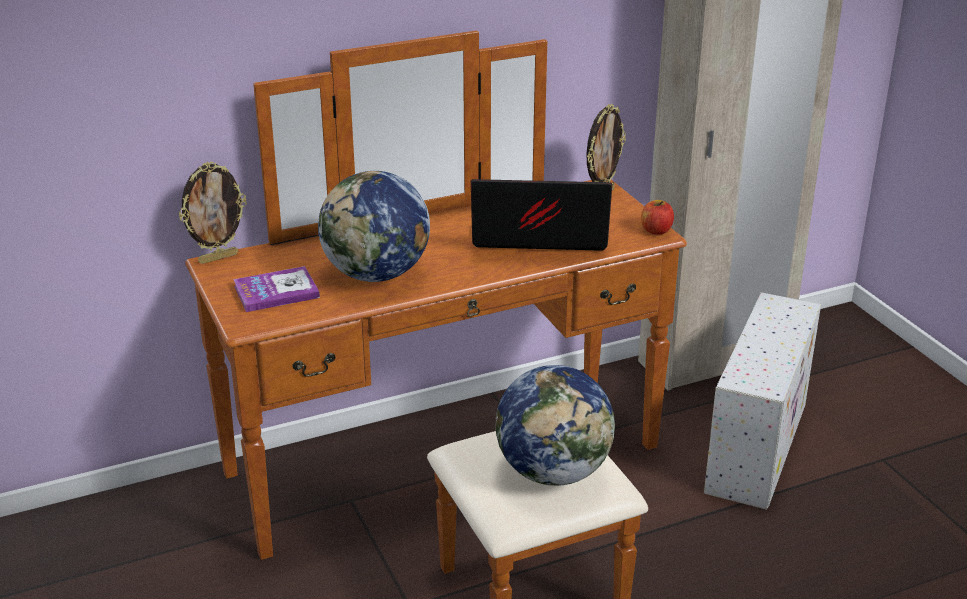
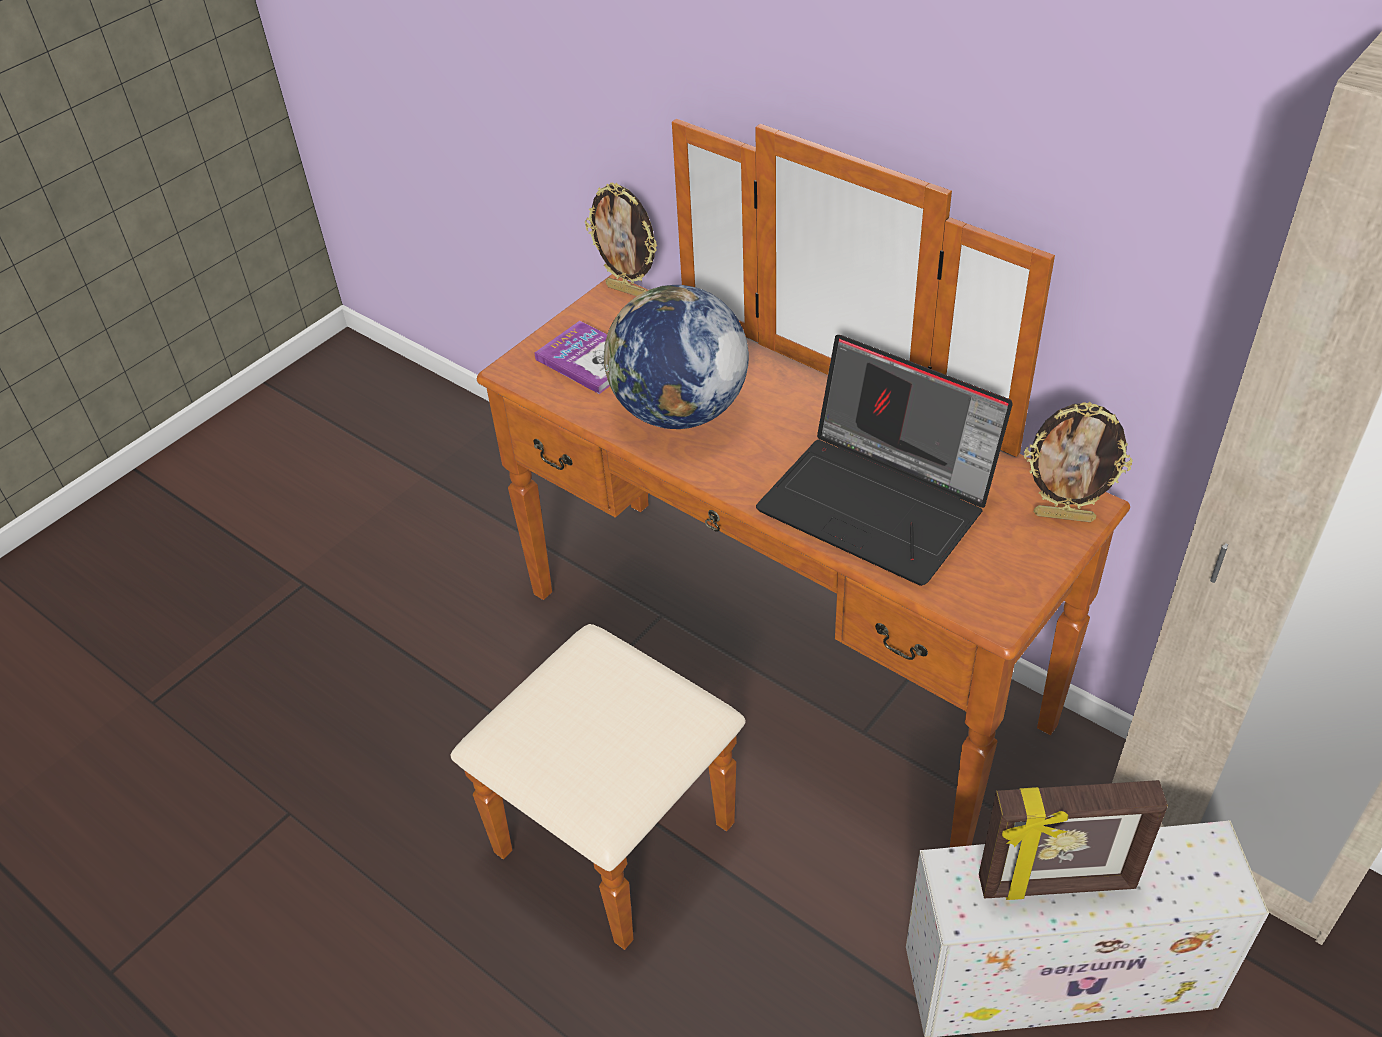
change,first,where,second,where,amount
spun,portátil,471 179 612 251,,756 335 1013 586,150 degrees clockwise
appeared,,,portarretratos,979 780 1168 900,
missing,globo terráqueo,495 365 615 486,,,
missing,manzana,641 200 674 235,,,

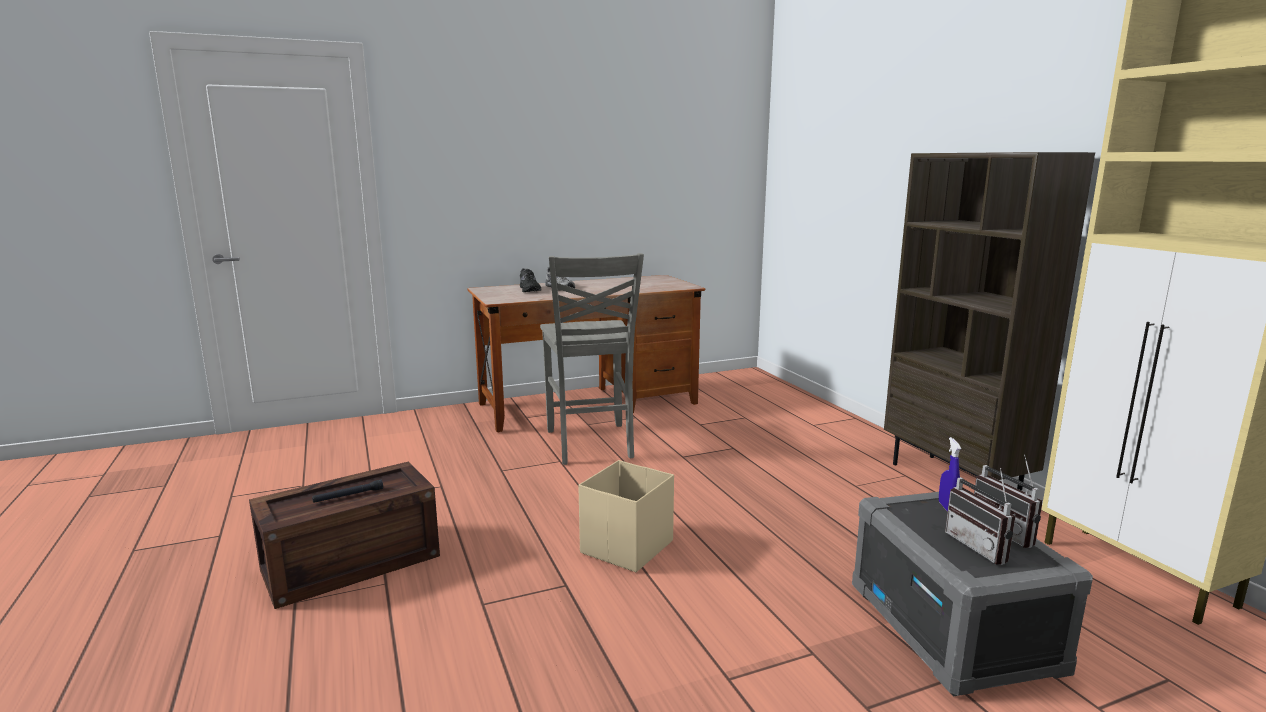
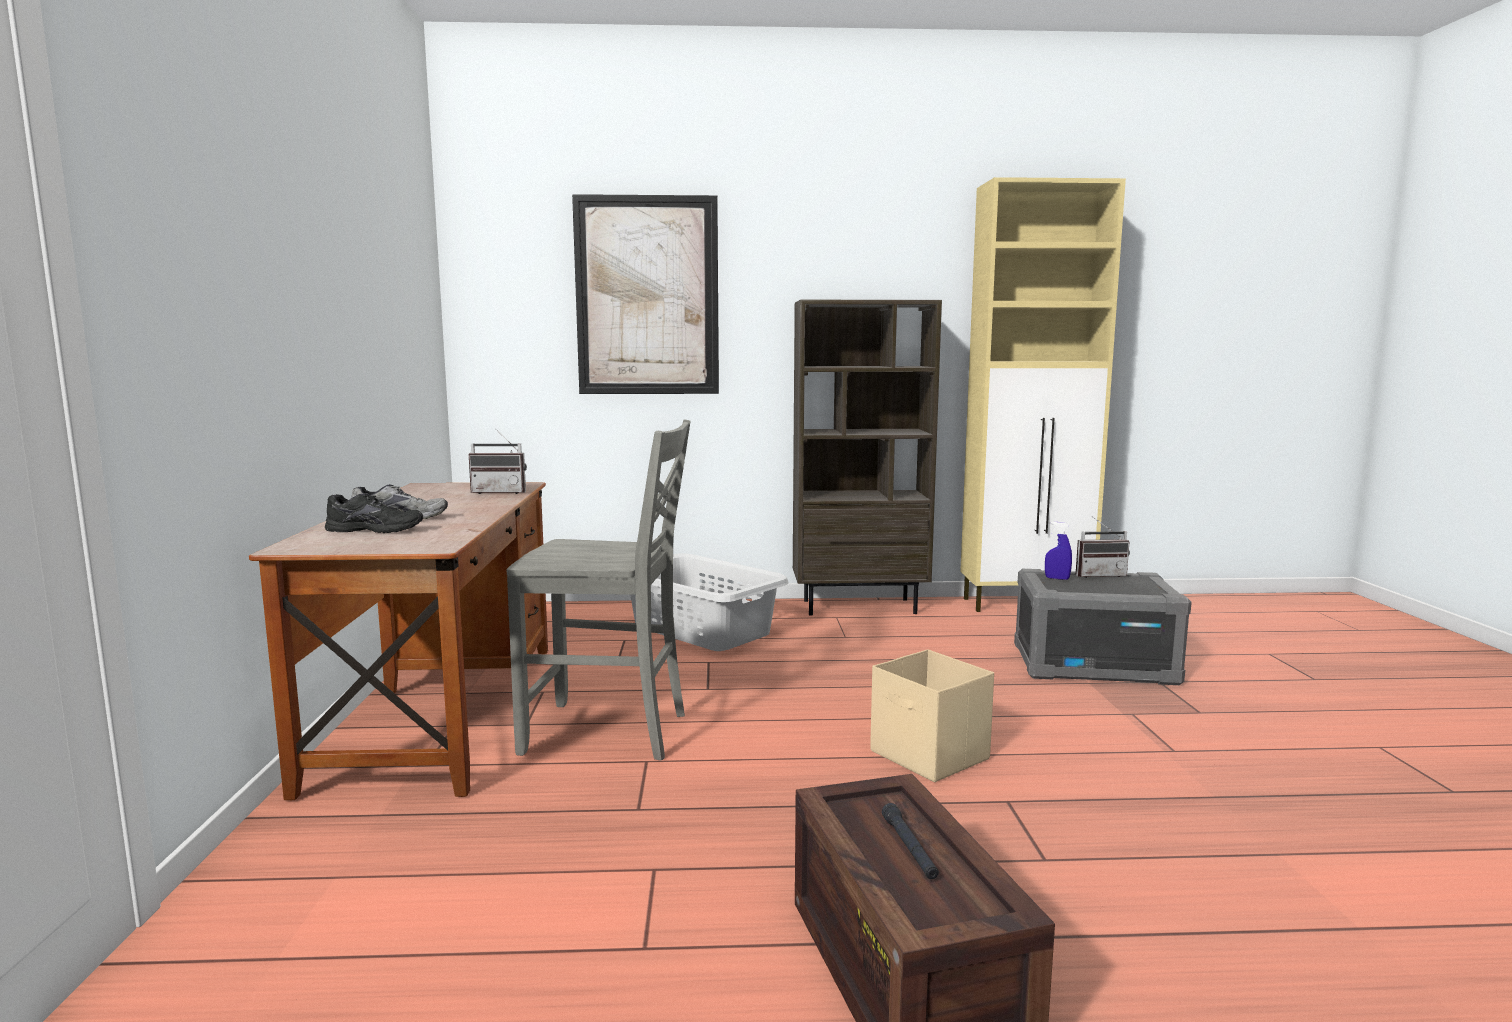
change,first,where,second,where,amount
relocated,radio,945 468 1015 565,,469 428 527 494,
appeared,,,cuadro,572 194 719 394,
appeared,,,cesto de la ropa/gris,630 553 789 651,

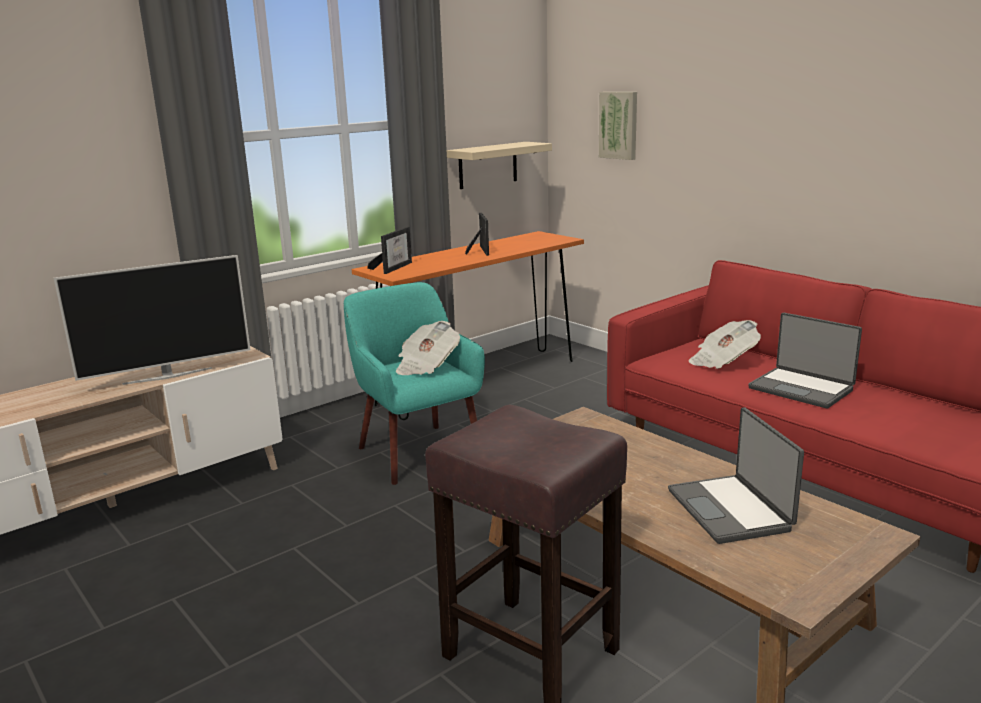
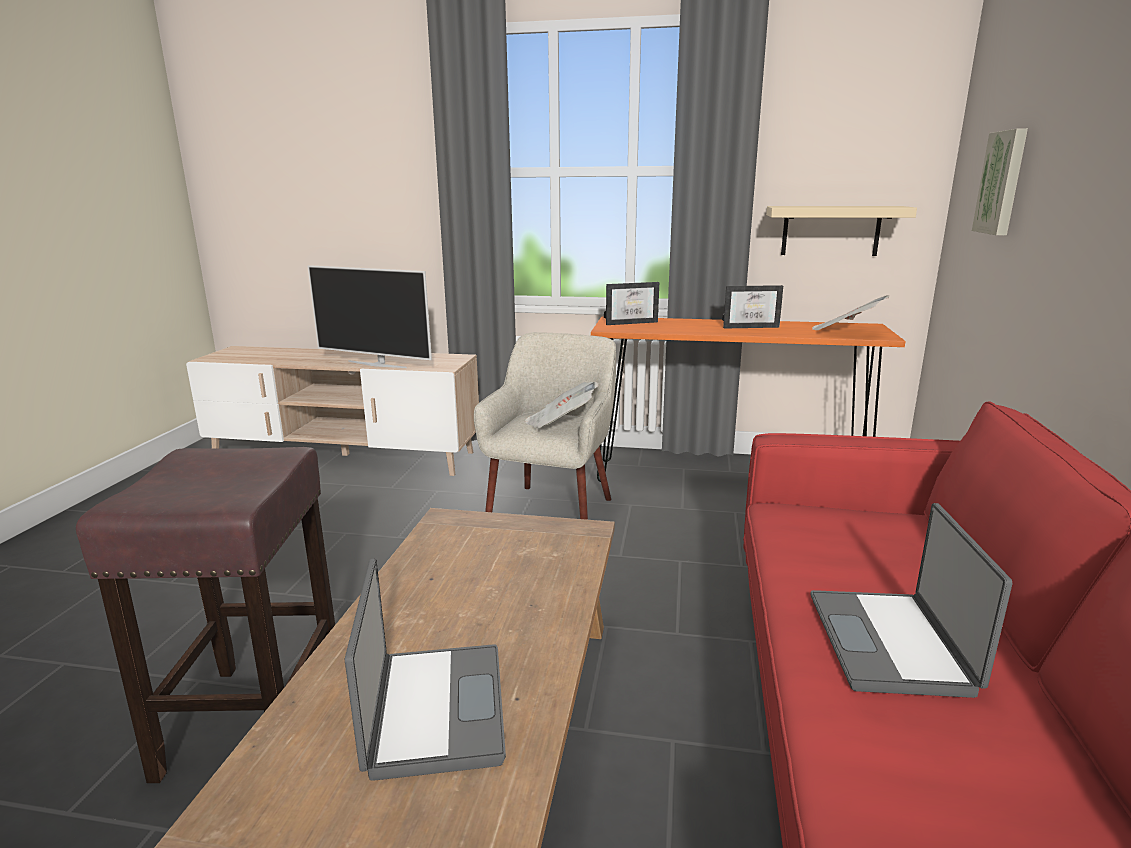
change,first,where,second,where,amount
spun,portátil,668 407 804 544,,345 559 506 781,135 degrees clockwise
colour,sillón/turquesa,344 282 485 485,sillón/beis,474 332 616 520,
spun,portarretratos,465 213 489 256,,722 285 783 329,45 degrees clockwise
relocated,periódico,688 320 761 369,,812 295 890 331,

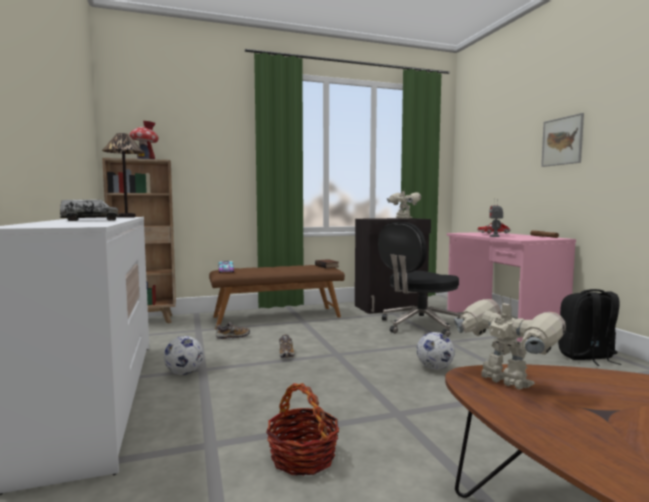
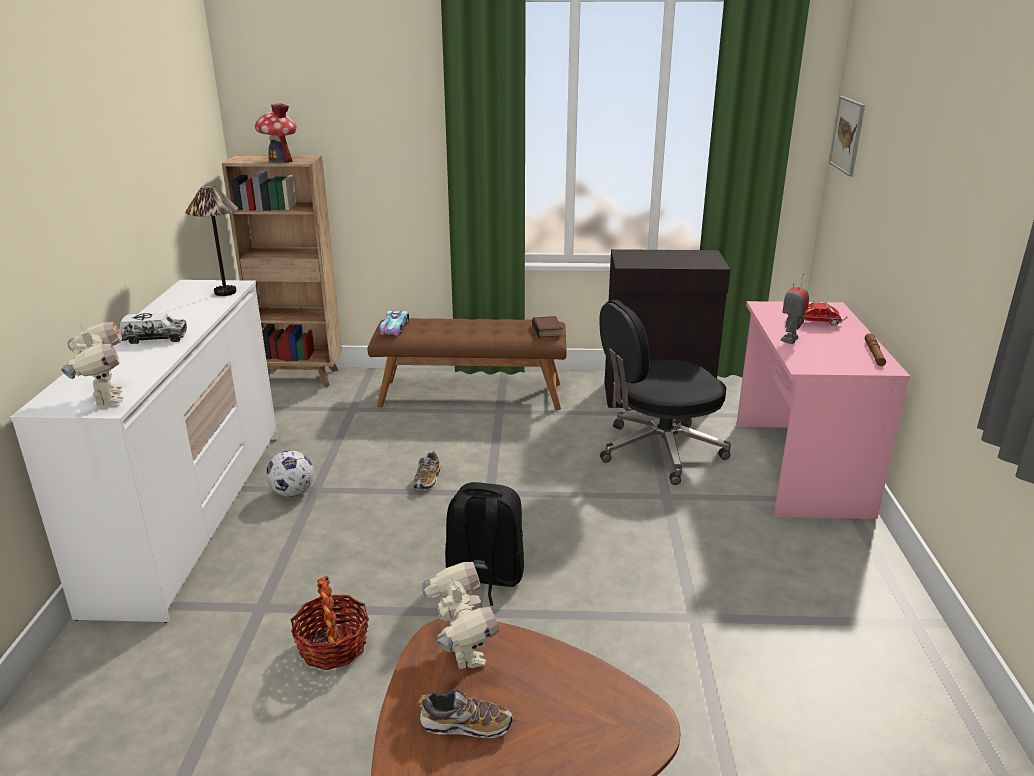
change,first,where,second,where,amount
relocated,robot de juguete,387 190 421 219,,61 322 123 406,
relocated,zapato,215 322 250 339,,418 689 513 738,
relocated,mochila/negro,558 289 622 366,,445 482 524 606,
relocated,cuadro,541 113 584 167,,829 96 865 177,
missing,balón de fútbol,416 332 455 370,,,

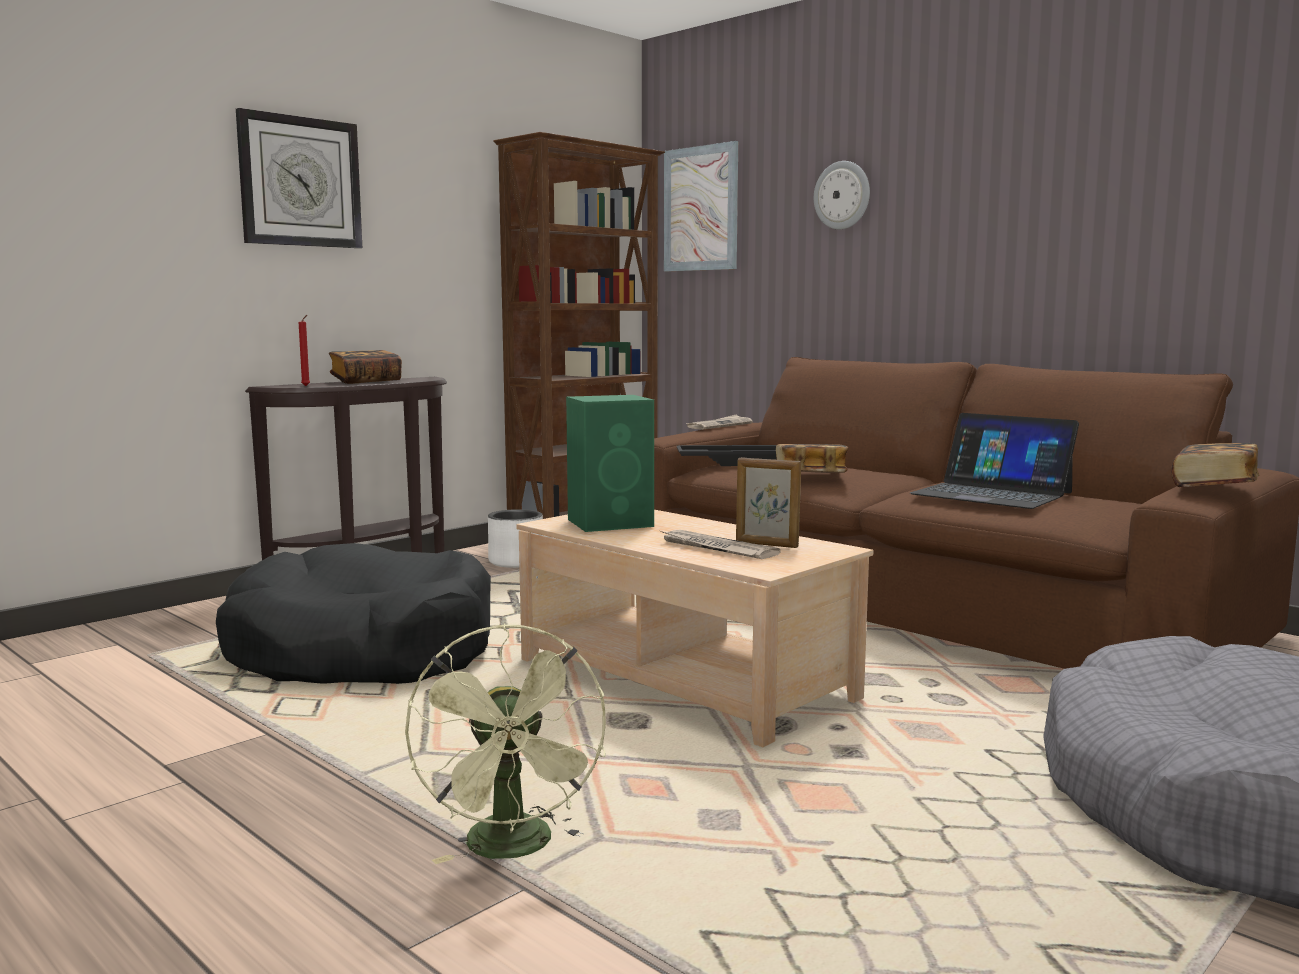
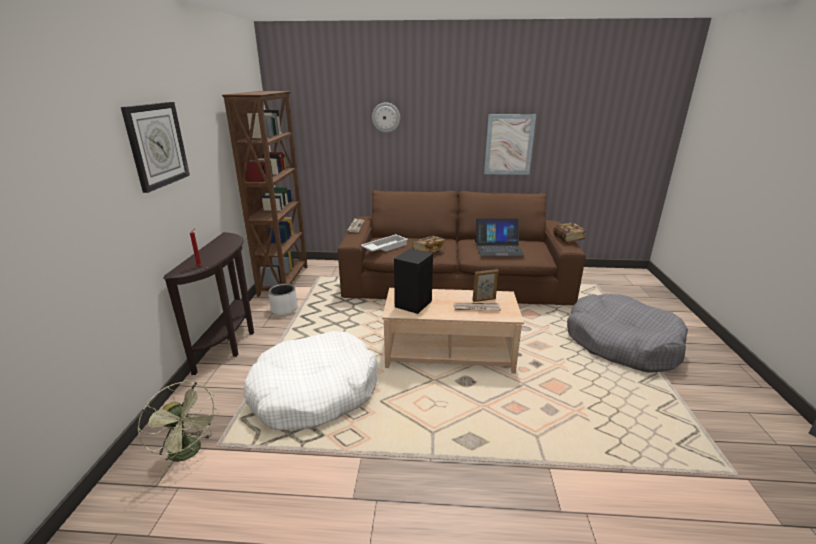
change,first,where,second,where,amount
relocated,ventilador/verde,405 624 606 864,,138 381 219 473,
colour,cama para perro/negro,216 543 491 684,cama para perro/blanco,244 331 378 430,
colour,bandeja/negro,677 445 776 466,bandeja/blanco,361 234 408 252,
colour,altavoz/verde,566 395 654 532,altavoz/negro,394 249 433 314,
relocated,cuadro,664 141 738 271,,484 114 536 175,
missing,libro,329 350 402 384,,,

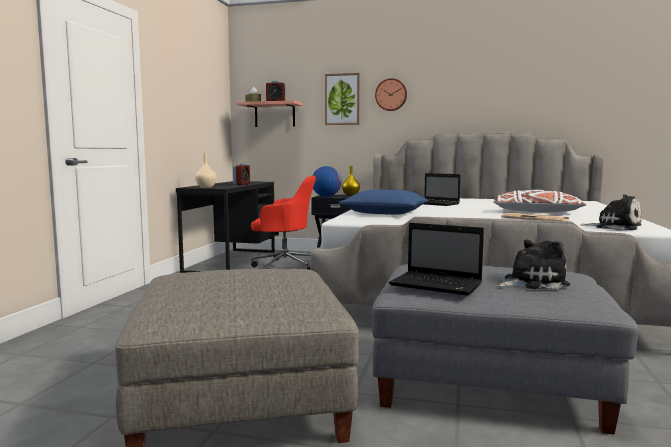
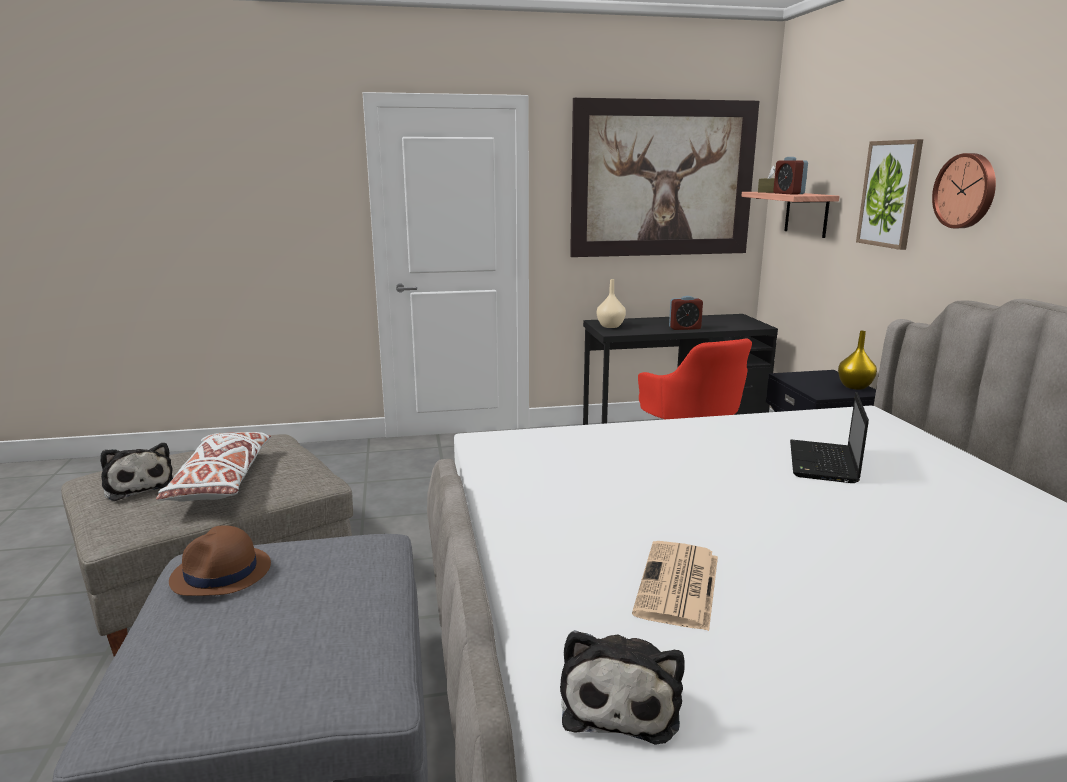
change,first,where,second,where,amount
relocated,peluche,497 239 570 289,,100 443 173 501,
relocated,cojín/blanco,494 190 586 212,,156 432 271 501,
exchanged,portátil,389 223 484 296,sombrero/marrón,169 525 271 596,
appeared,,,cuadro,570 98 759 257,
missing,globo terráqueo,313 166 342 197,,,
missing,cojín/azul,339 189 429 215,,,

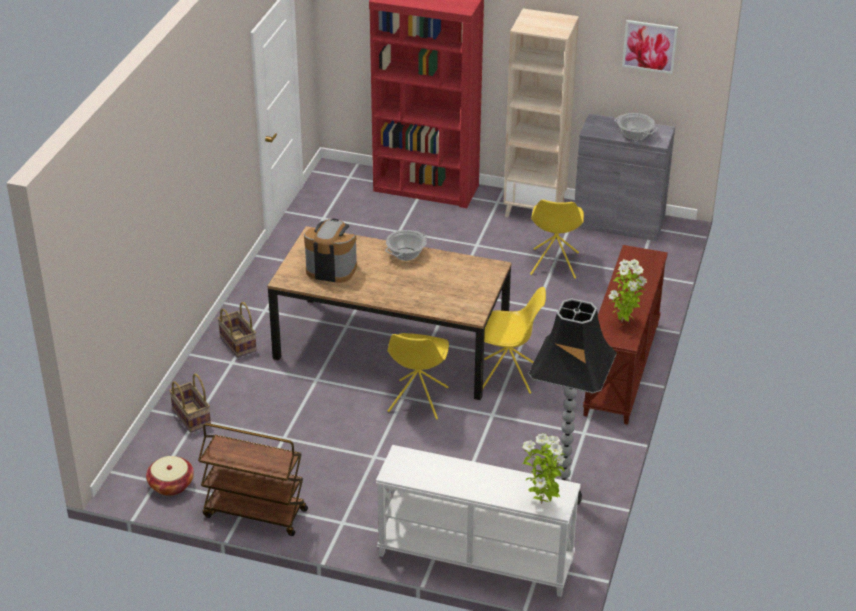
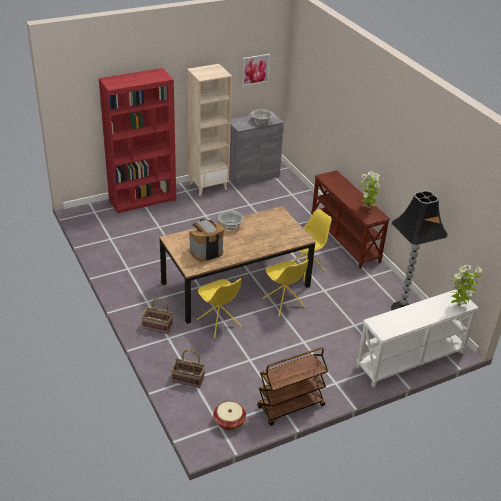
change,first,where,second,where,amount
relocated,silla/amarillo,530 200 584 279,,197 278 241 338,

